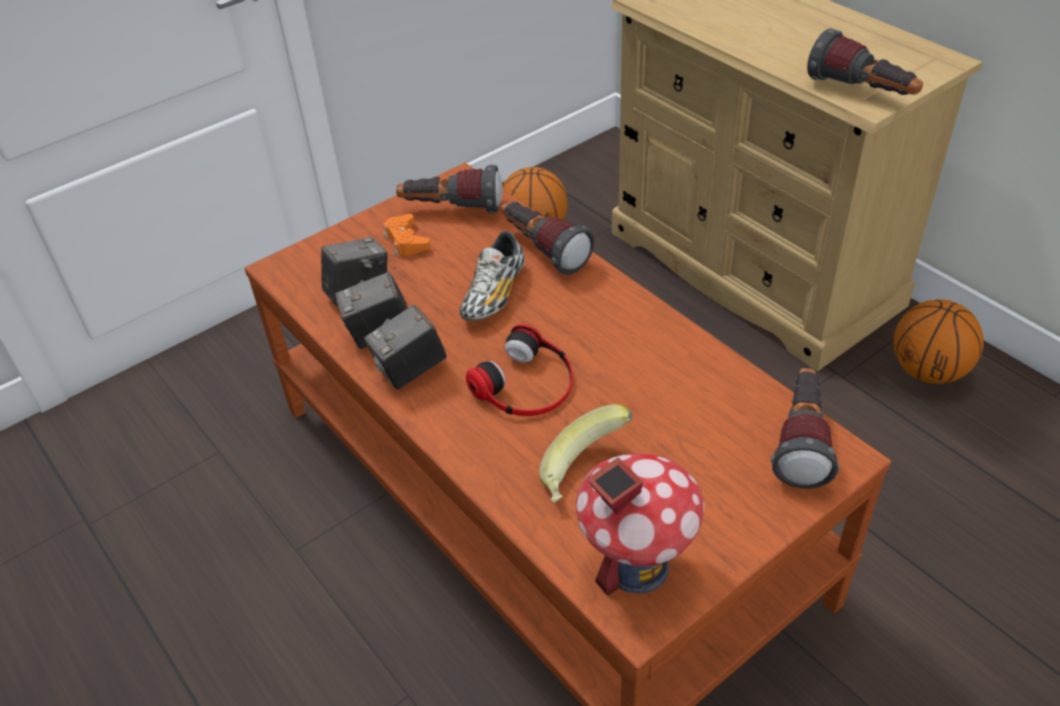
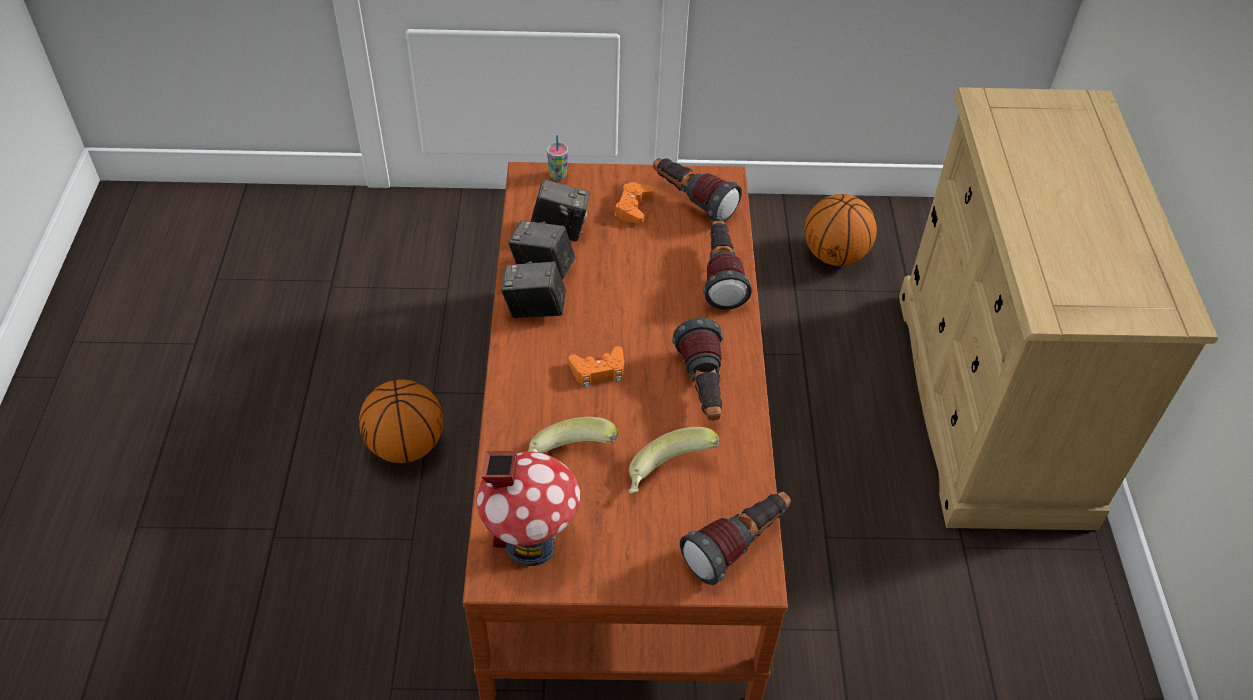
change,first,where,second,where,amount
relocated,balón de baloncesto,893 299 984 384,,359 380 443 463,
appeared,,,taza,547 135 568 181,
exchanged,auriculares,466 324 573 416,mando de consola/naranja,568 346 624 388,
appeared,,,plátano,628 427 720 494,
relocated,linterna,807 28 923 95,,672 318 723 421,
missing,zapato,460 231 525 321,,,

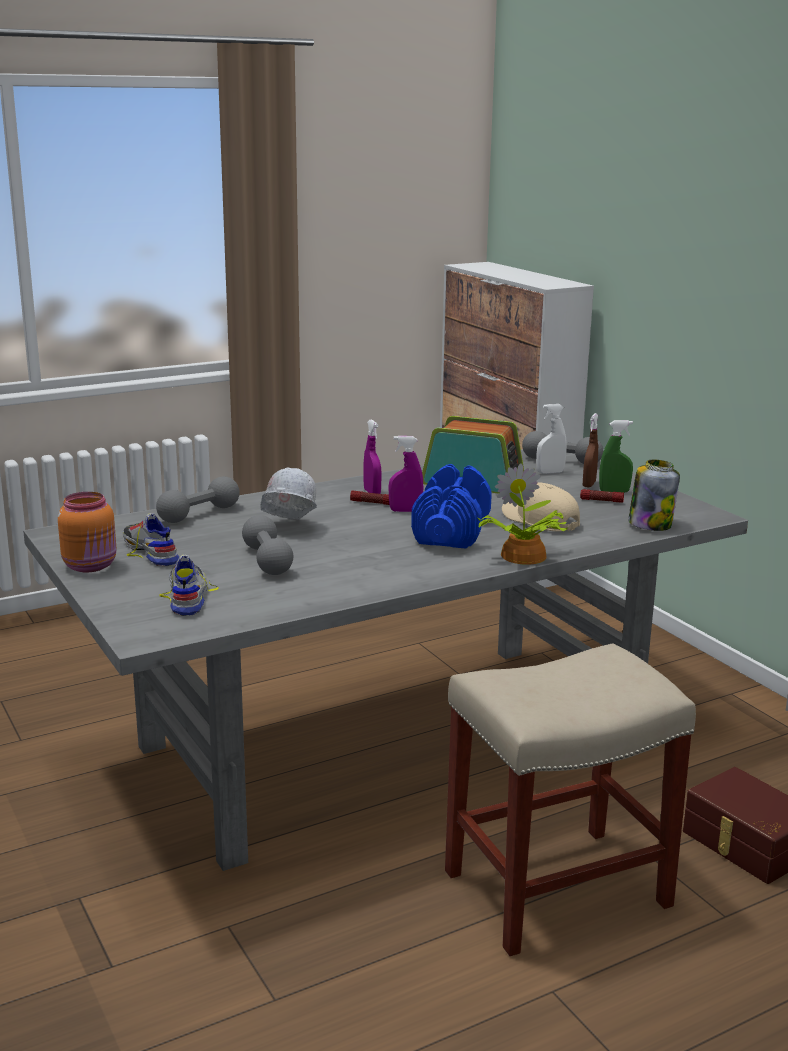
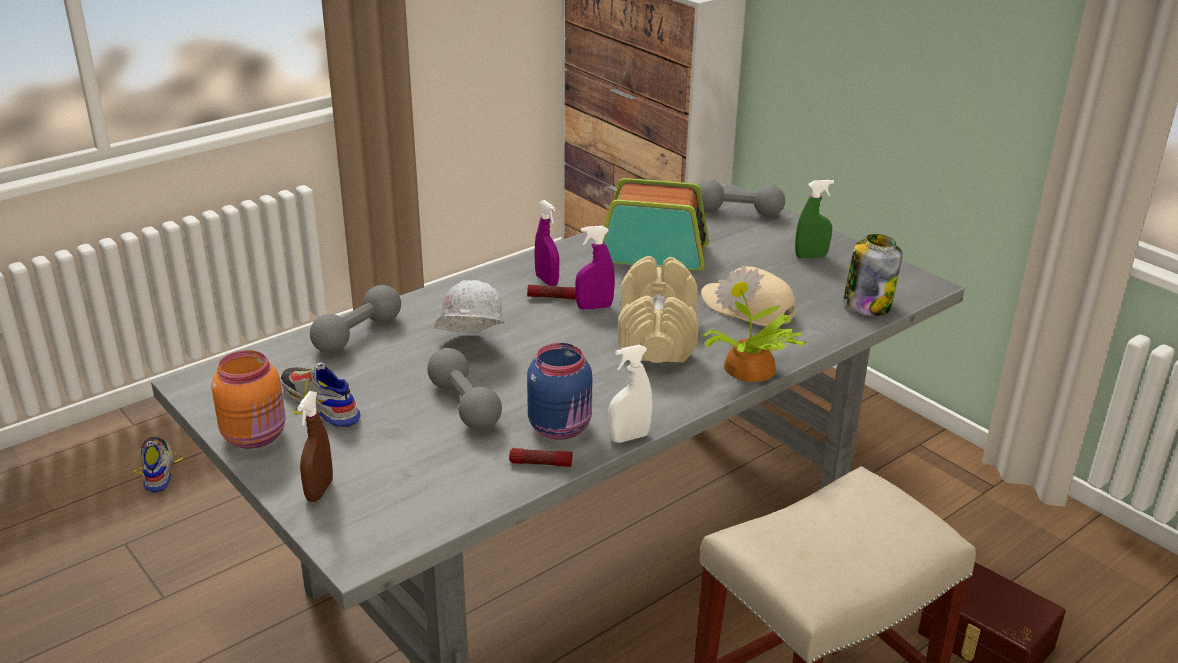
change,first,where,second,where,amount
relocated,zapato,159 555 219 616,,134 437 183 493,
relocated,pulverizador/marrón,583 413 598 488,,297 391 333 502,
relocated,linterna,580 489 624 503,,509 448 572 467,
appeared,,,tarro/azul,527 343 593 439,
relocated,pulverizador/blanco,536 404 567 474,,608 345 652 443,
colour,mancuerna/azul,411 464 492 549,mancuerna/beis,618 256 699 363,

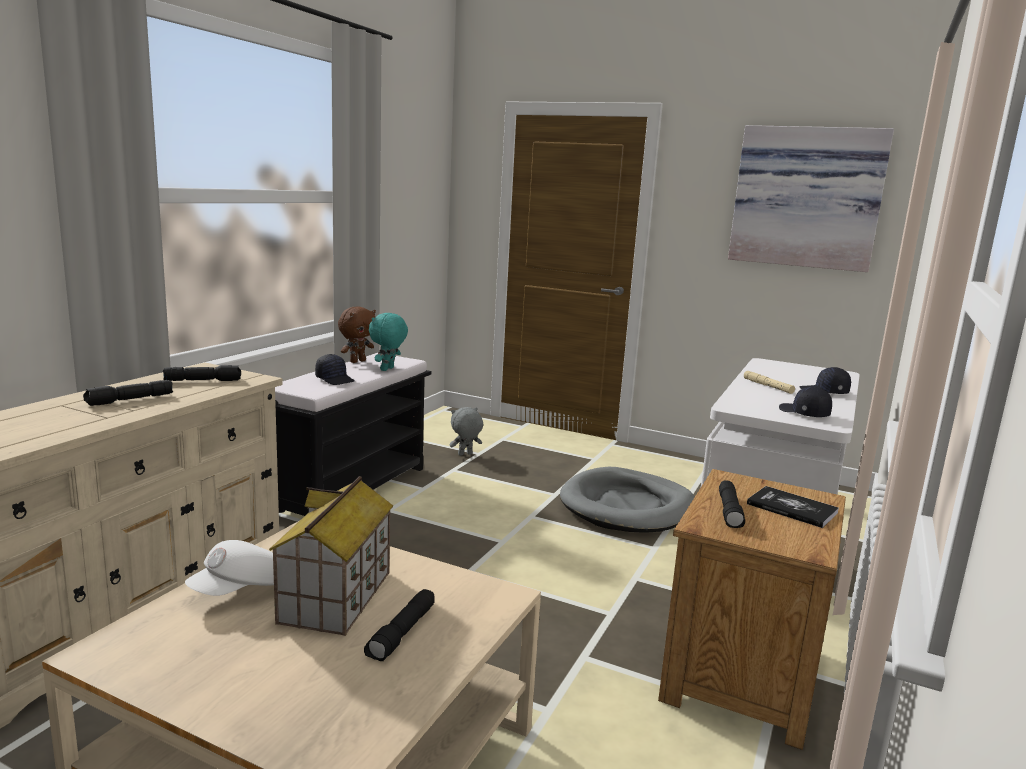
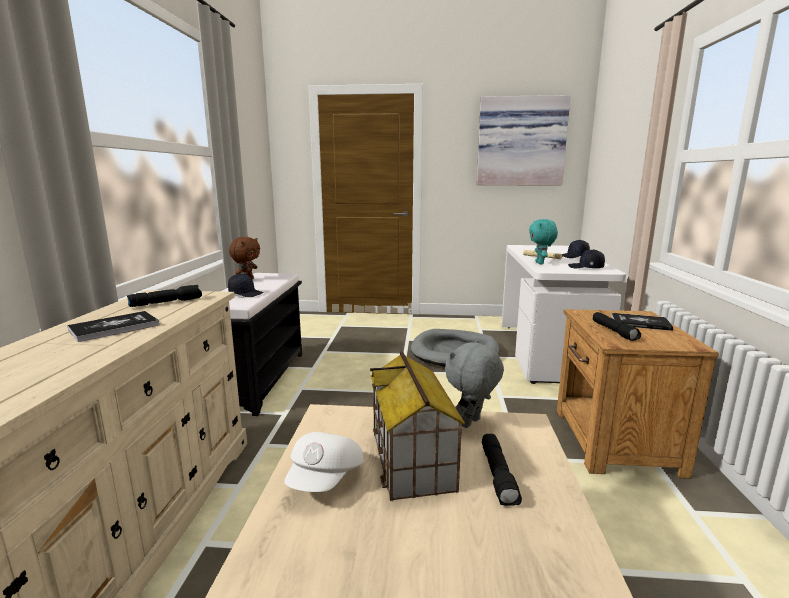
change,first,where,second,where,amount
exchanged,linterna/negro,83 380 173 406,libro,67 311 159 342,
relocated,peluche/gris,450 407 483 456,,445 340 504 428,
relocated,peluche/turquesa,369 313 408 371,,529 219 558 264,

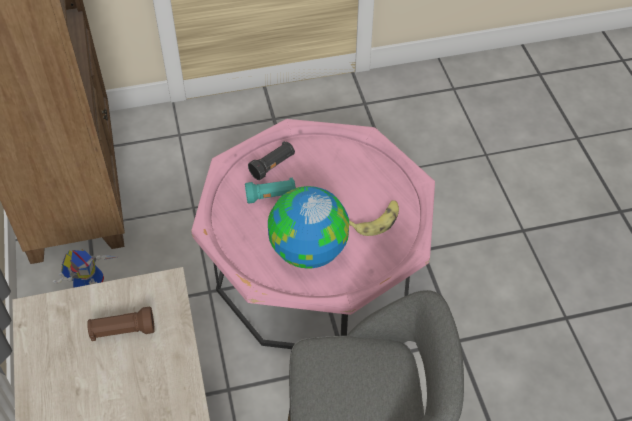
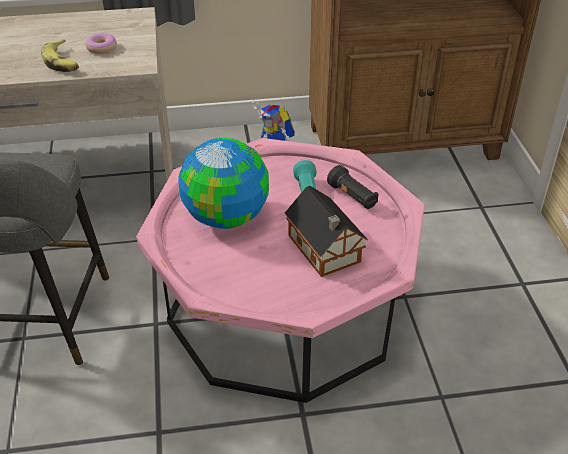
change,first,where,second,where,amount
relocated,plátano,349 200 399 236,,41 39 79 72,
exchanged,linterna/marrón,87 306 155 341,rosquilla,85 33 117 54,
appeared,,,casita,285 186 368 277,

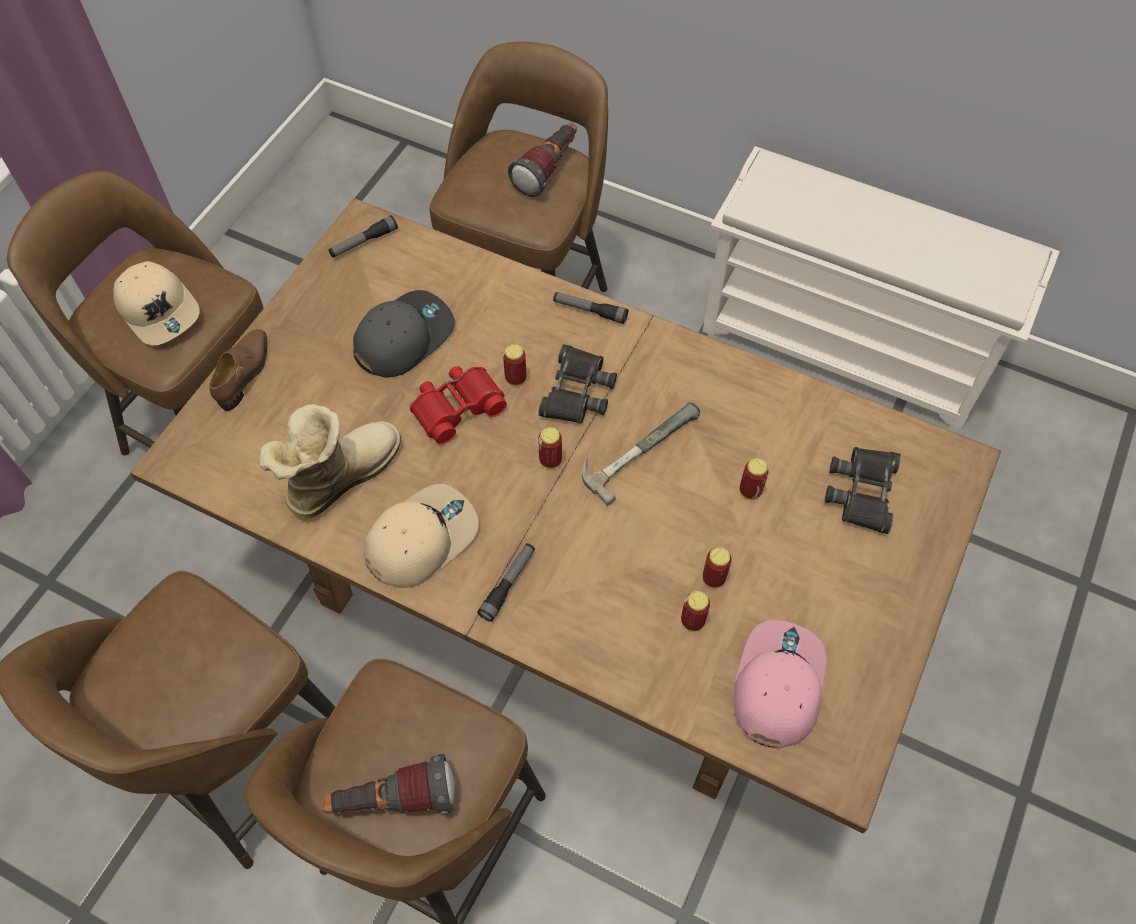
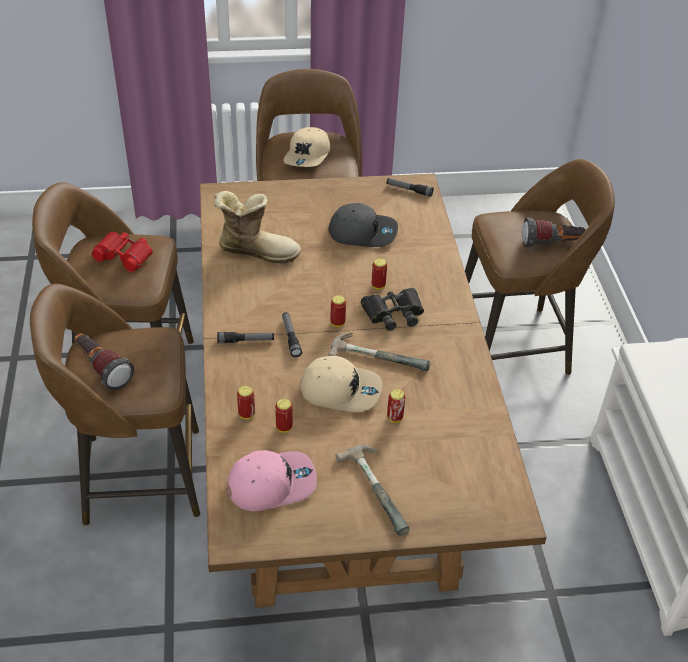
change,first,where,second,where,amount
relocated,prismáticos/rojo,410 366 507 445,,92 232 153 272,
relocated,lata,703 547 732 588,,237 386 255 419,
relocated,linterna,553 292 629 324,,282 312 302 357,
relocated,gorra/beis,364 484 479 588,,300 356 382 412,
appeared,,,martillo,336 445 410 536,
missing,zapato/marrón,209 329 267 411,,,
missing,prismáticos/negro,825 447 901 534,,,

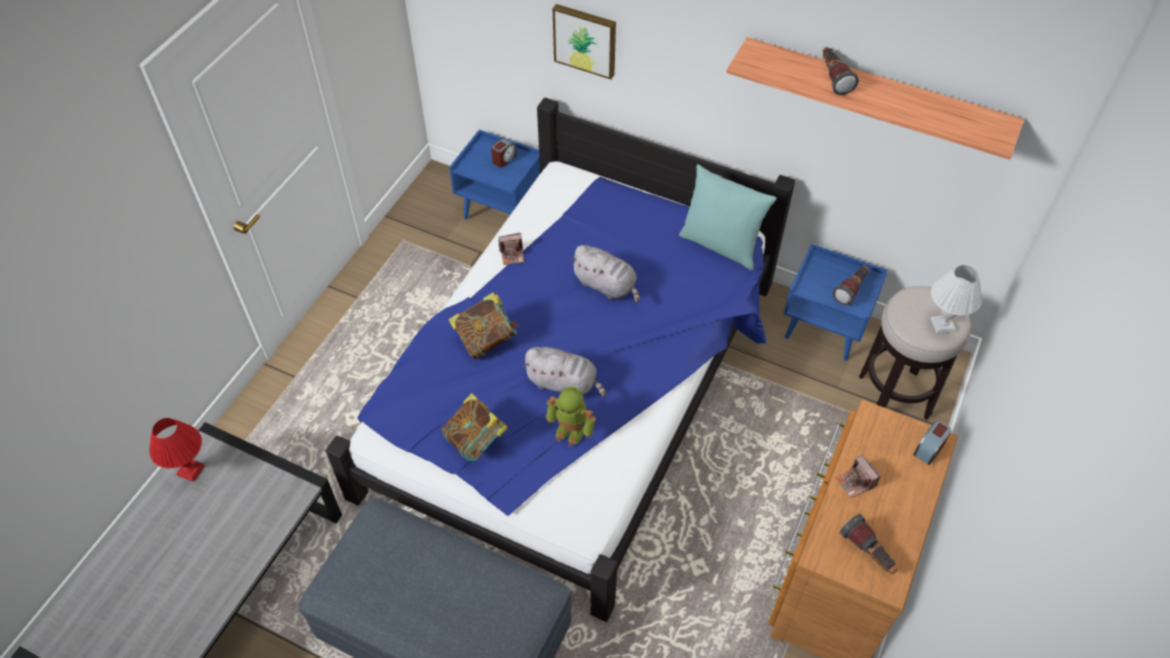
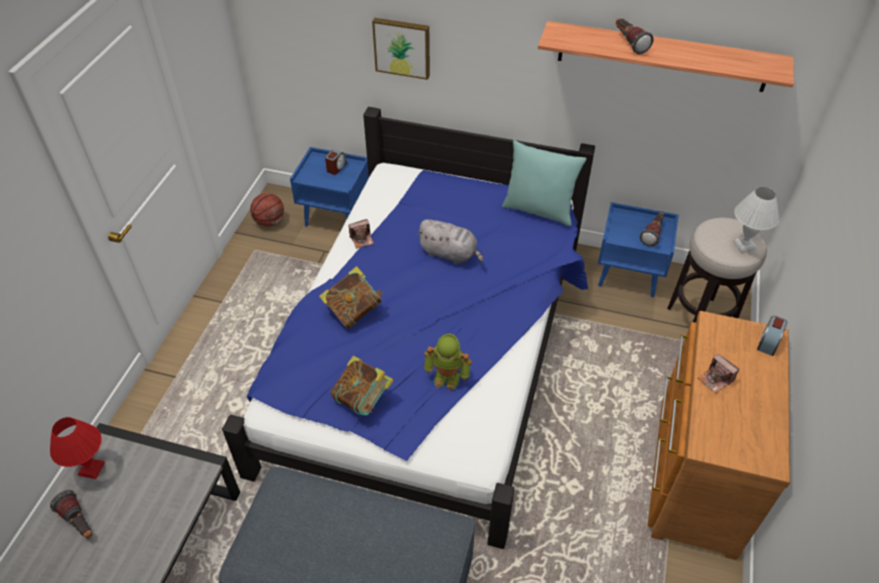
change,first,where,second,where,amount
relocated,linterna,840 514 898 574,,50 490 92 539,
appeared,,,balón de baloncesto,250 193 284 226,
missing,peluche/gris,523 347 606 397,,,

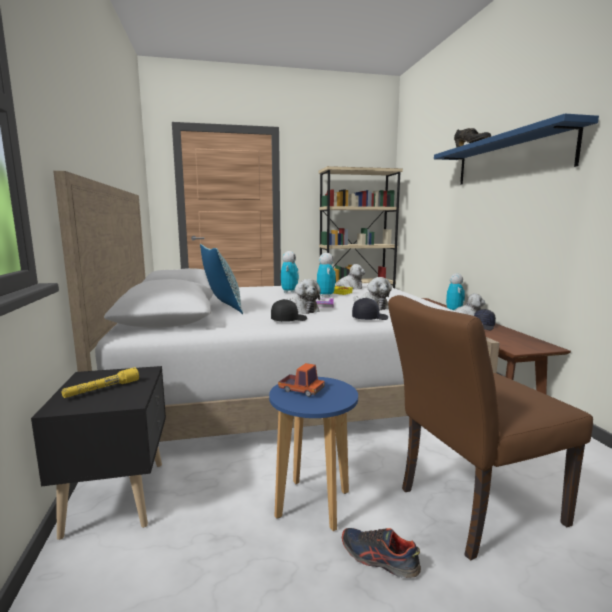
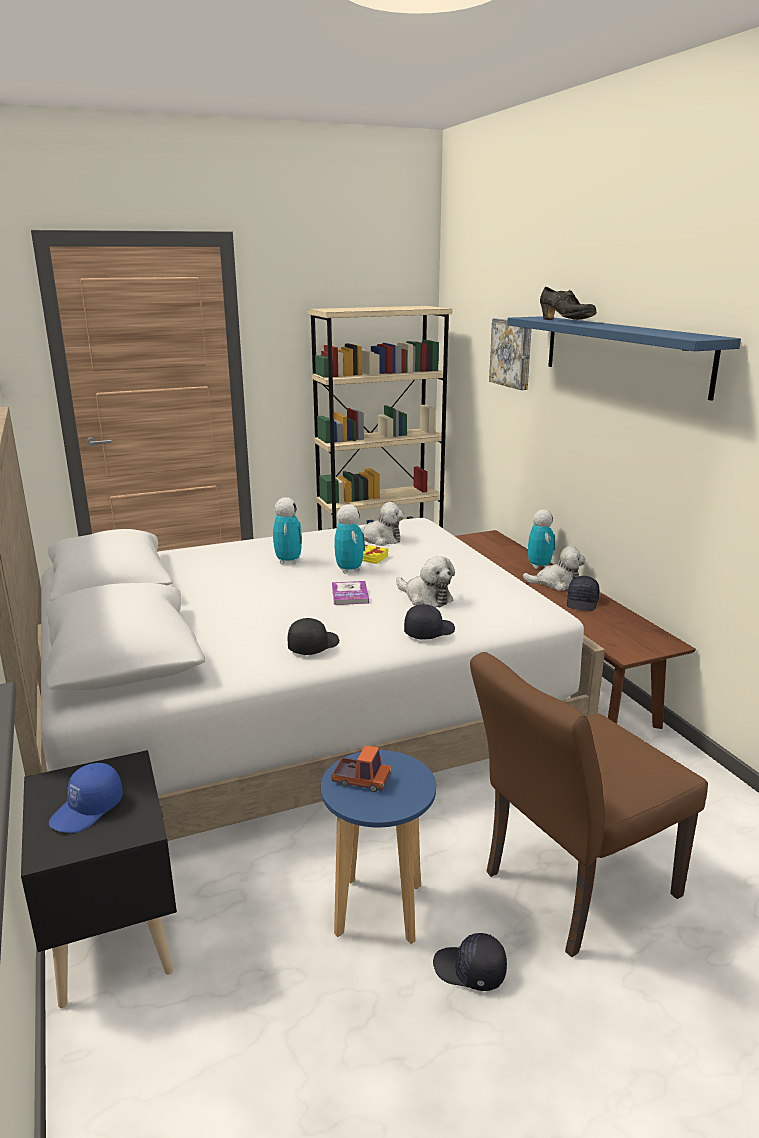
change,first,where,second,where,amount
exchanged,linterna/amarillo,61 367 139 398,gorra/azul,49 763 123 833,
exchanged,zapato,342 528 421 578,gorra/negro,433 933 507 991,
appeared,,,cuadro,489 318 532 390,
missing,cojín,200 244 243 314,,,
missing,peluche,287 279 321 314,,,

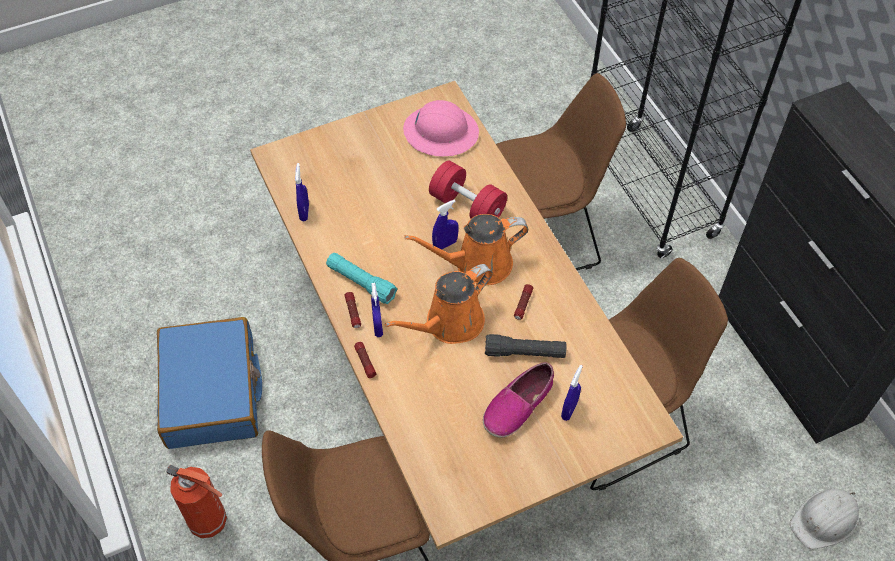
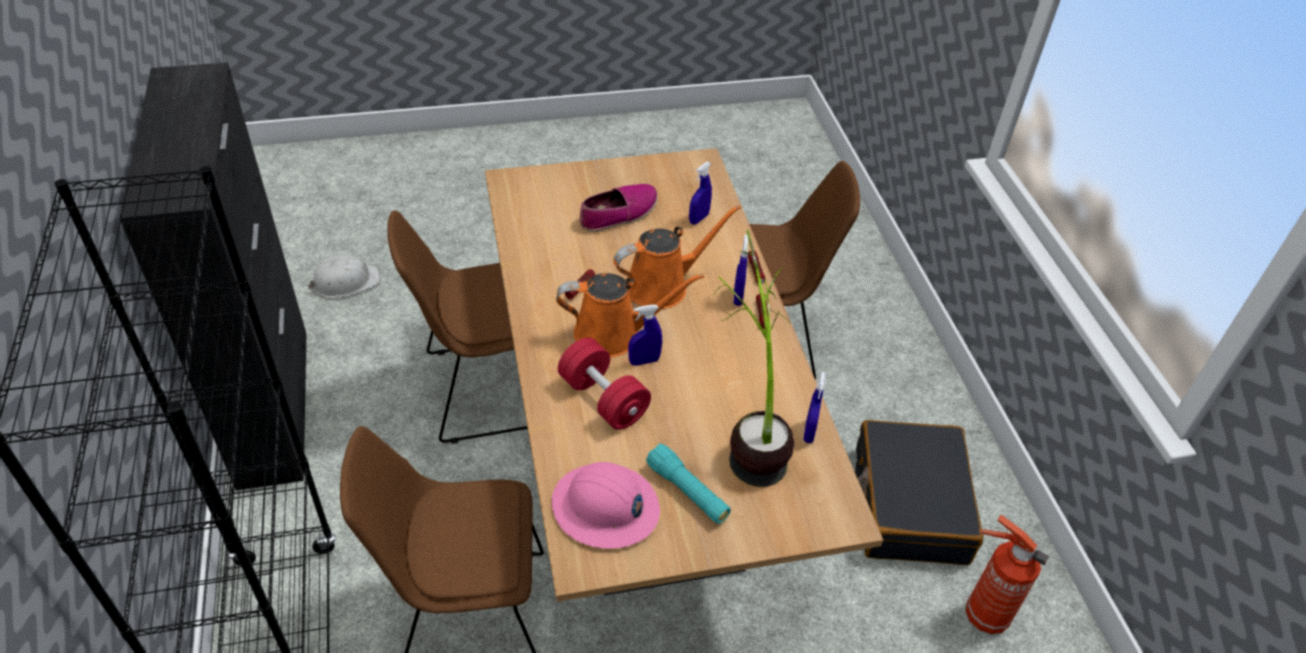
change,first,where,second,where,amount
relocated,linterna/turquesa,326 253 397 304,,646 444 731 524,
relocated,pulverizador/azul,561 365 583 421,,689 162 712 224,
appeared,,,planta en maceta,713 230 794 487,
colour,maleta/azul,157 317 262 449,maleta/negro,855 420 984 565,
relocated,extintor,166 465 227 538,,965 515 1049 634,
missing,linterna/negro,485 334 566 358,,,

